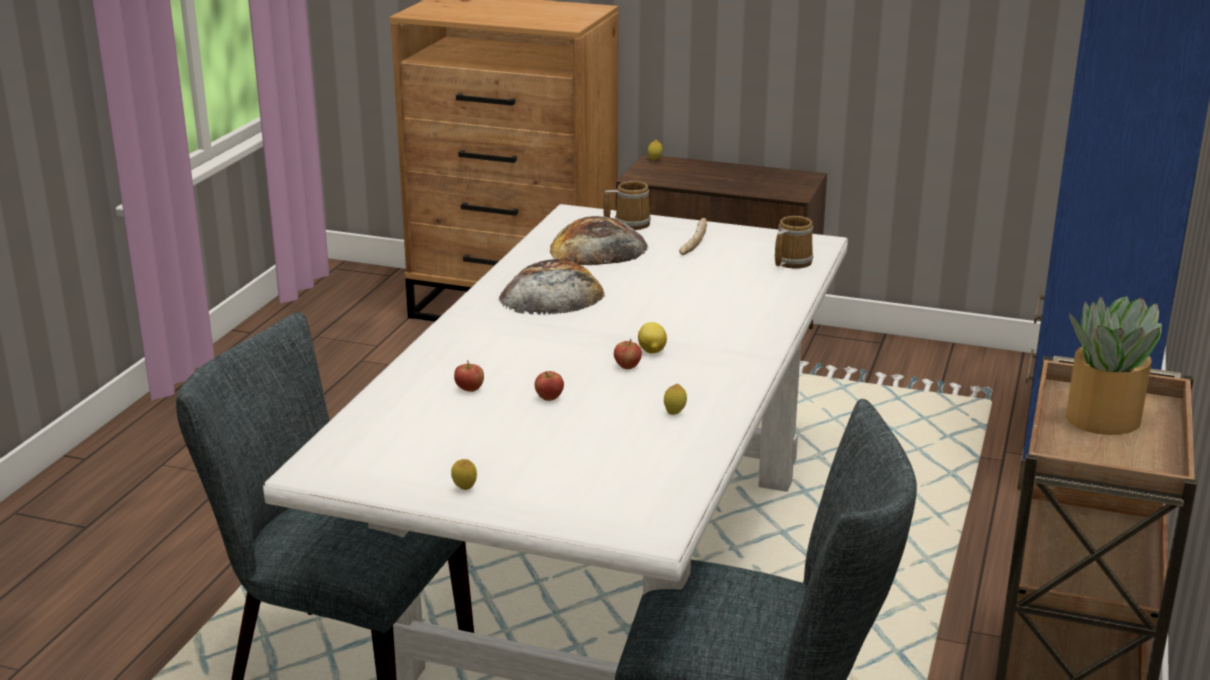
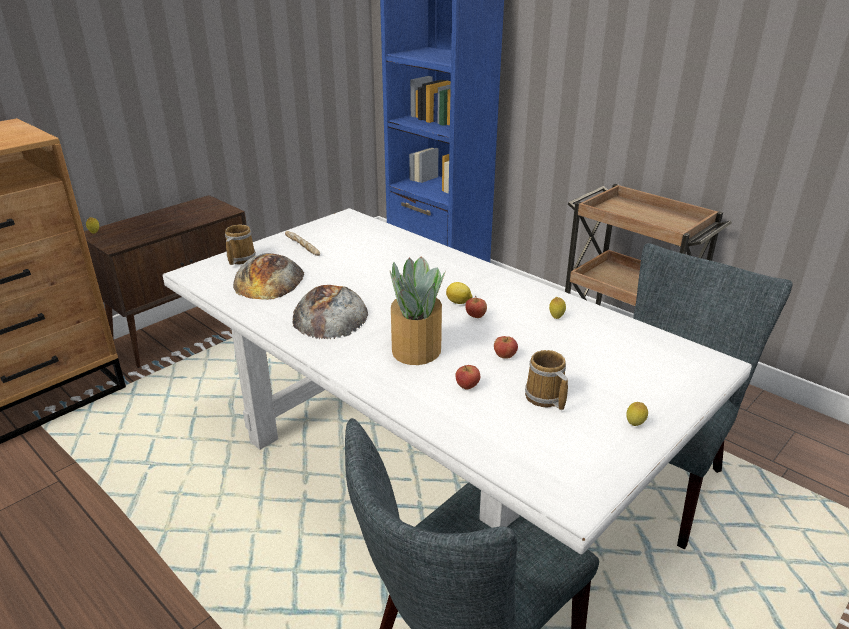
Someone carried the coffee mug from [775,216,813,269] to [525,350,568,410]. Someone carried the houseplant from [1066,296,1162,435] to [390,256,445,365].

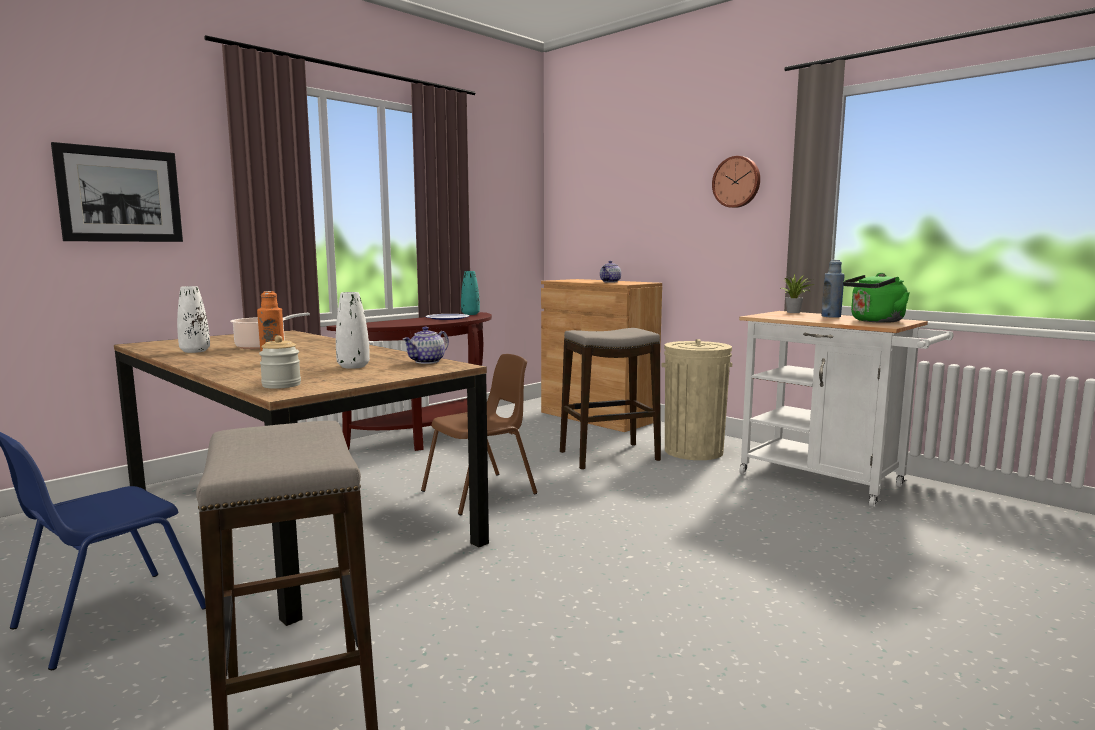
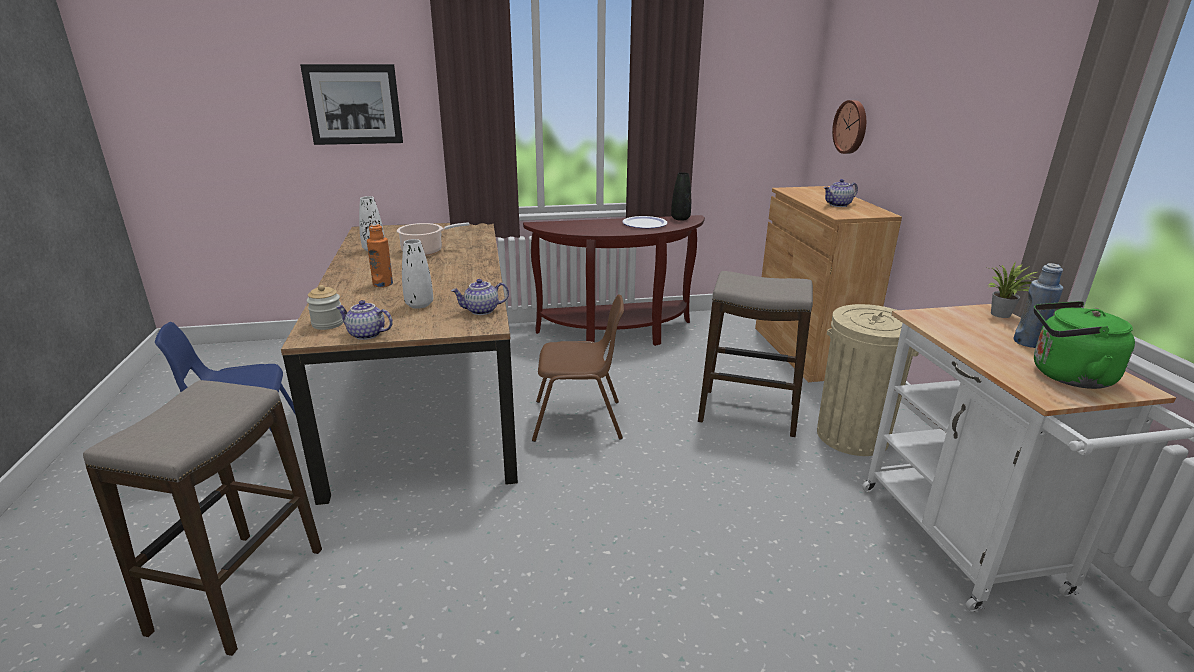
Someone repainted the turquoise flower vase at [461,271,480,315], which became the black-coloured flower vase at [671,172,691,221]. Someone carried the hanging clock from [712,156,760,208] to [832,100,866,154]. Someone put down the pot for tea at [336,300,393,340].

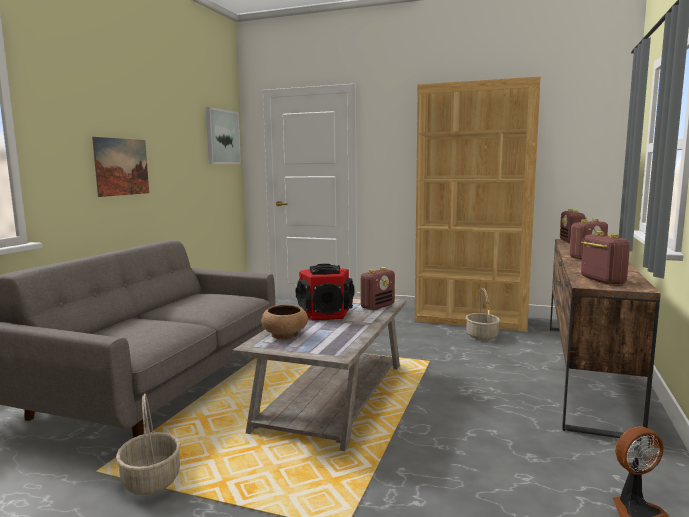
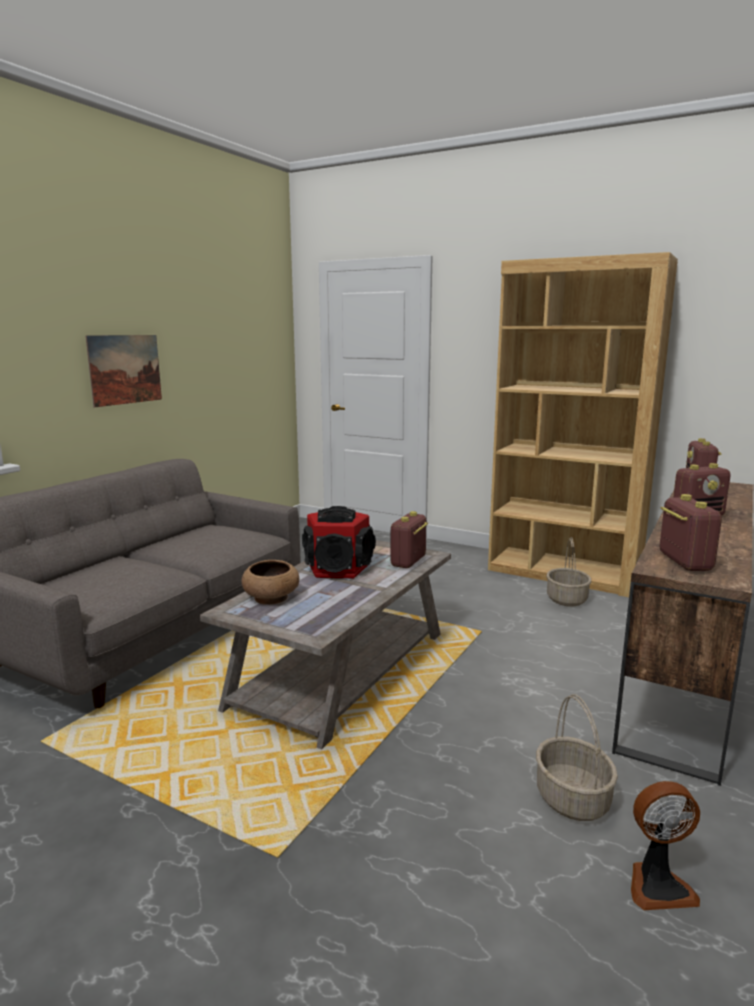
Someone carried the storage basket from [116,394,181,495] to [536,694,618,821]. Someone took away the wall picture at [206,107,241,164]. Someone rotated the radio receiver at [360,267,395,310] by 150 degrees clockwise.

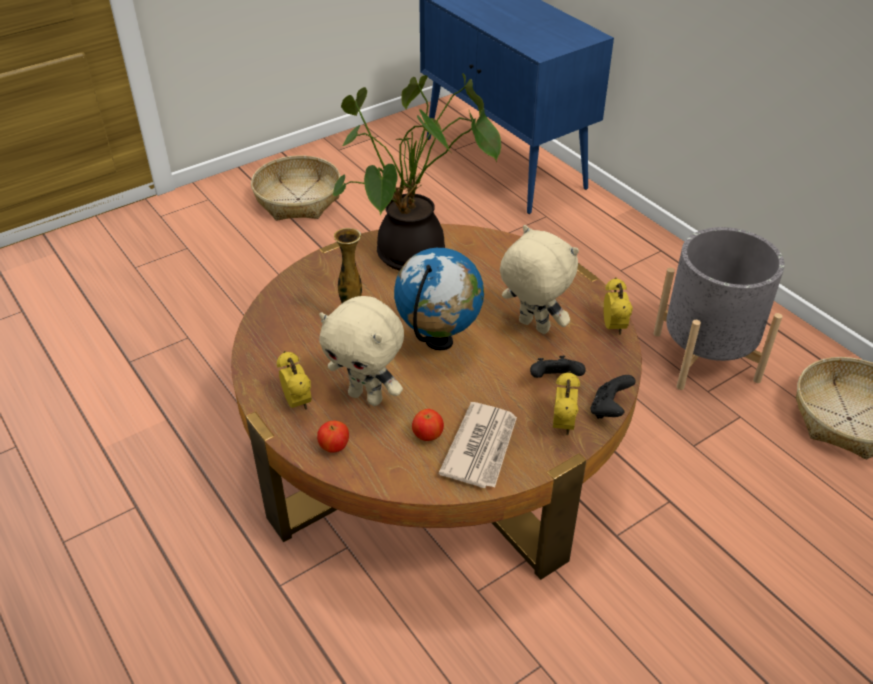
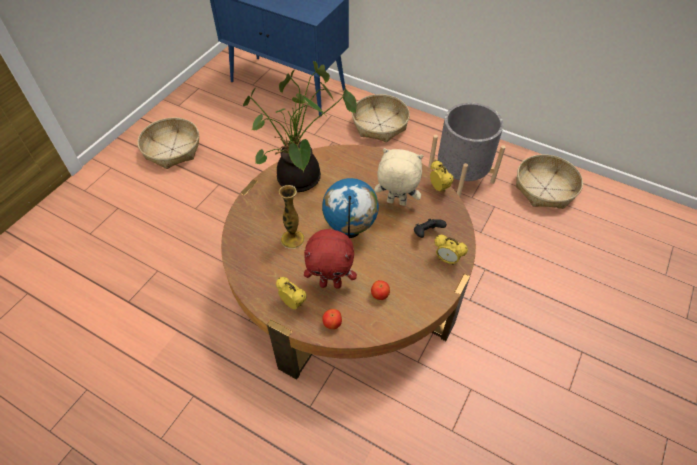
Someone repainted the beige plush toy at [319,296,404,406], which became the red plush toy at [304,229,357,289]. Someone took away the daily paper at [438,402,517,488]. Someone rotated the table clock at [553,371,580,435] by 135 degrees clockwise. Someone took away the black-coloured joypad at [590,375,636,419]. Someone put down the storage basket at [352,94,410,142].

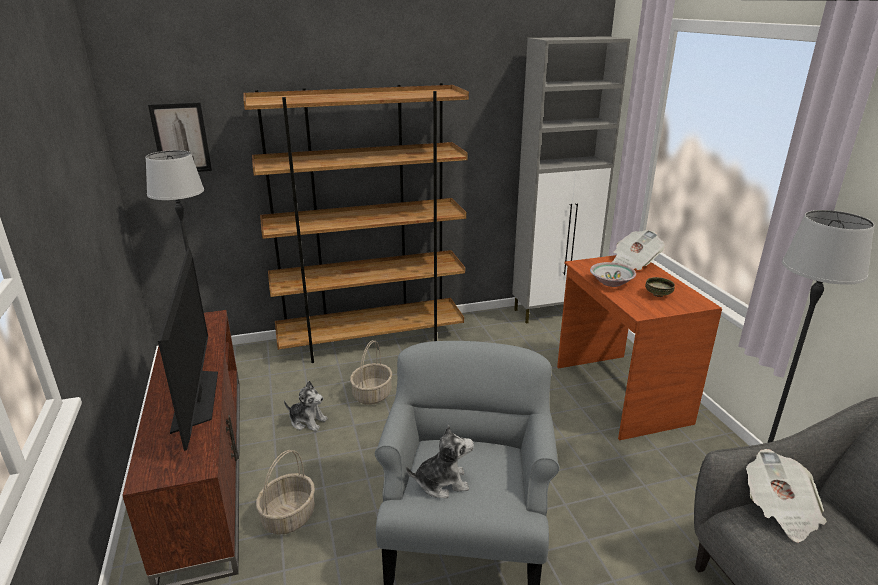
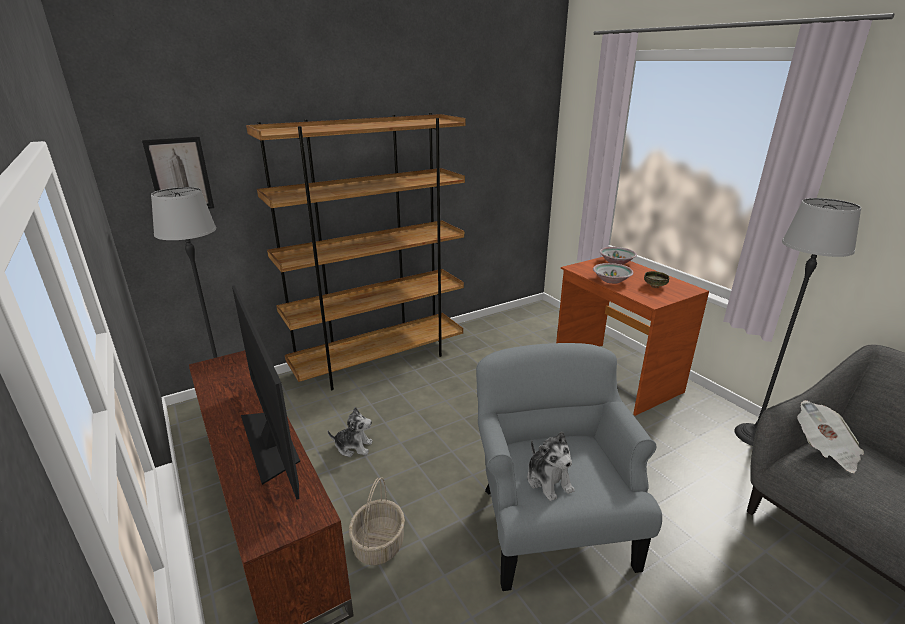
Someone took away the storage basket at [350,340,392,405]. Someone rotated the plush toy at [406,425,474,498] by 90 degrees clockwise. Someone took away the grey cabinet at [512,36,630,324]. Someone swapped the daily paper at [612,230,665,270] for the serving bowl at [600,247,637,265].

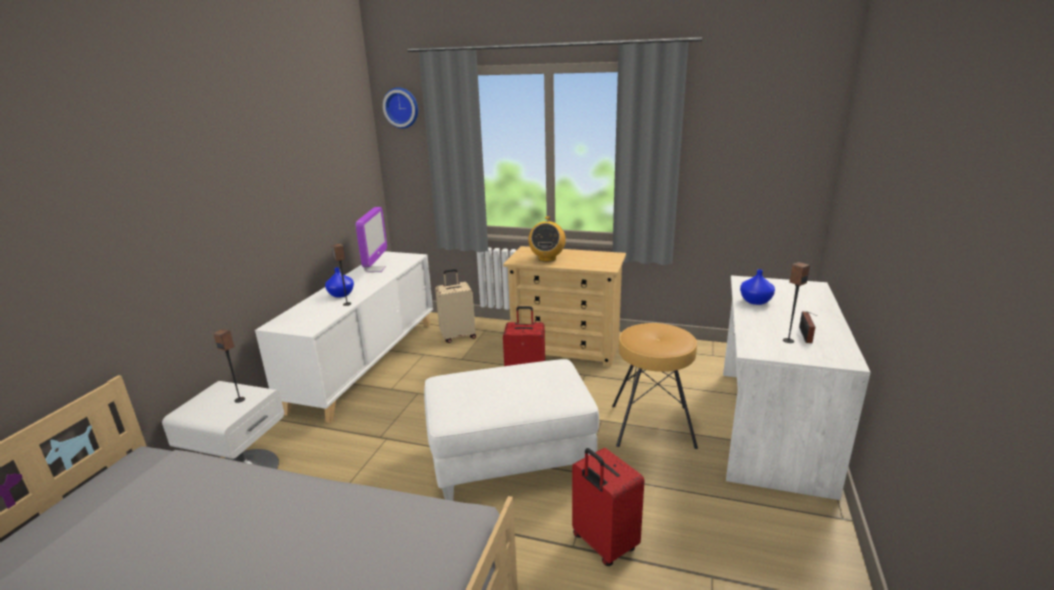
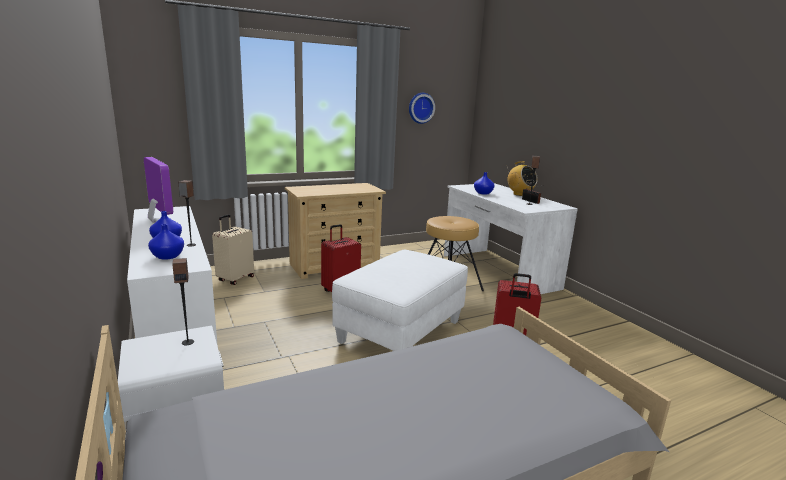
Someone carried the hanging clock from [383,87,418,129] to [409,93,435,124]. Someone carried the radio receiver from [528,216,566,262] to [507,161,538,196]. Someone put down the blue-coloured flower vase at [148,224,184,260].

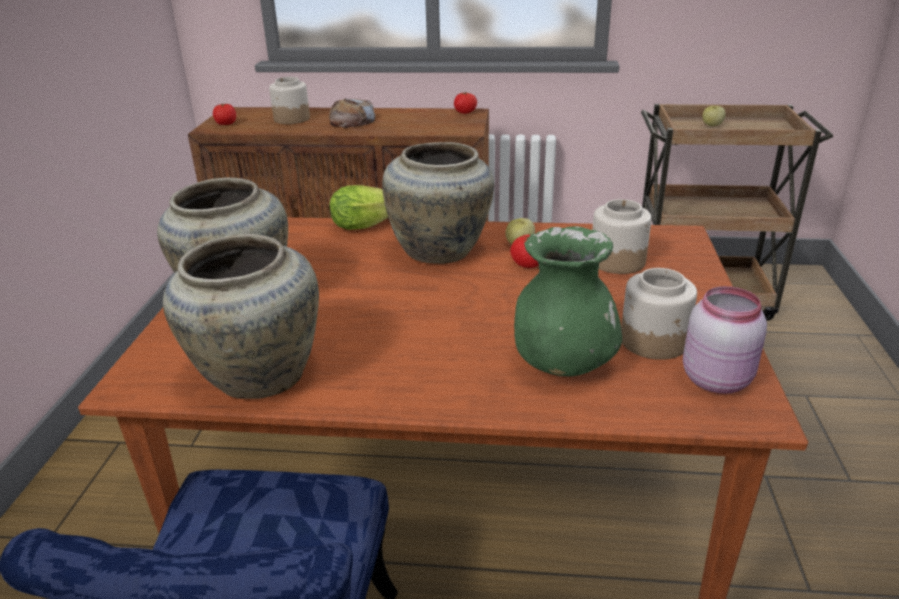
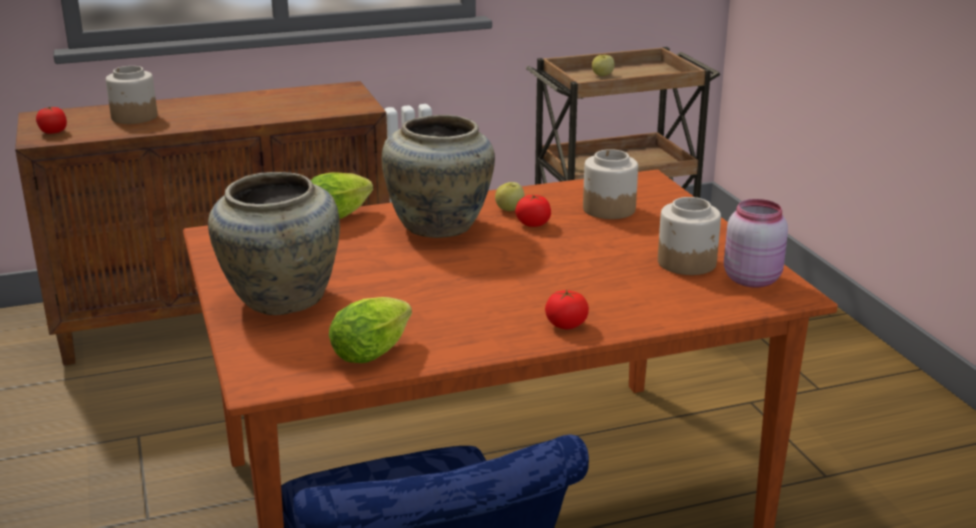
Someone swapped the beige flower vase at [163,234,319,399] for the lettuce at [329,297,412,363]. Someone took away the baked bread at [329,98,375,128]. Someone carried the tomato from [454,92,477,114] to [545,289,589,329]. Someone took away the green flower vase at [514,226,622,376].

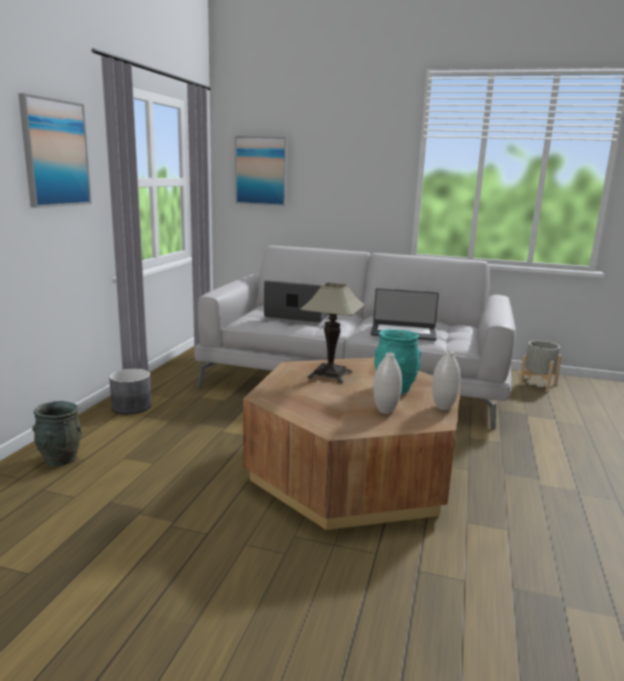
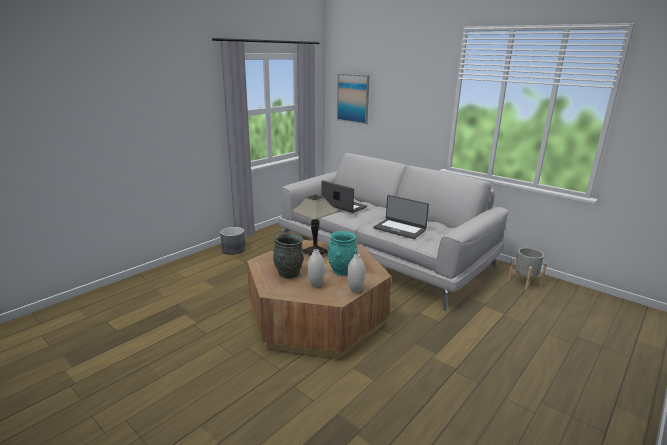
Someone took away the wall picture at [18,93,92,208]. Someone carried the grey flower vase from [32,401,82,466] to [273,233,304,279].

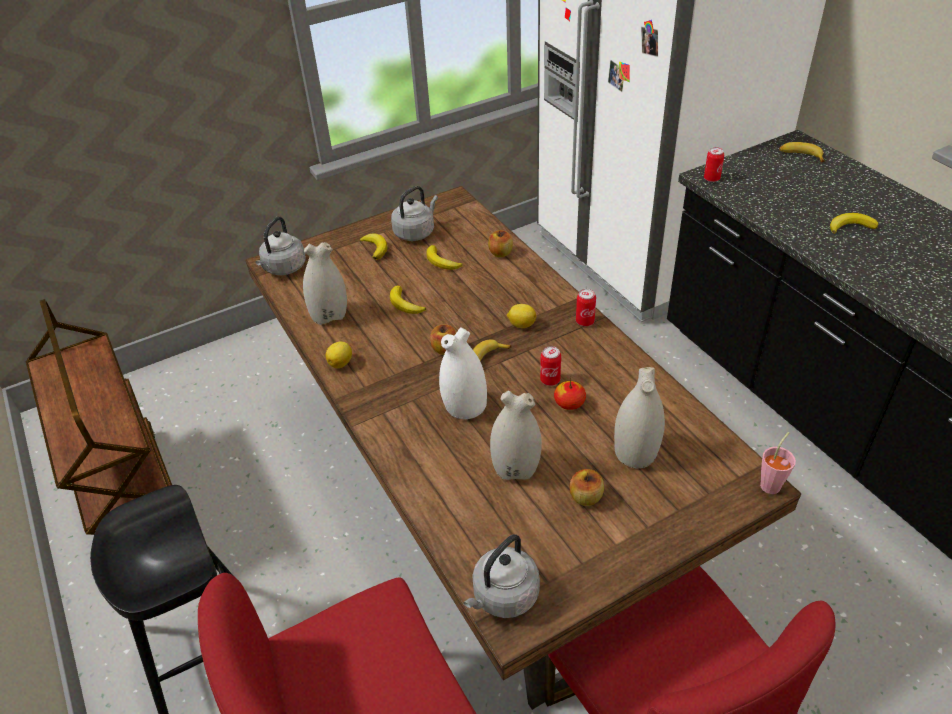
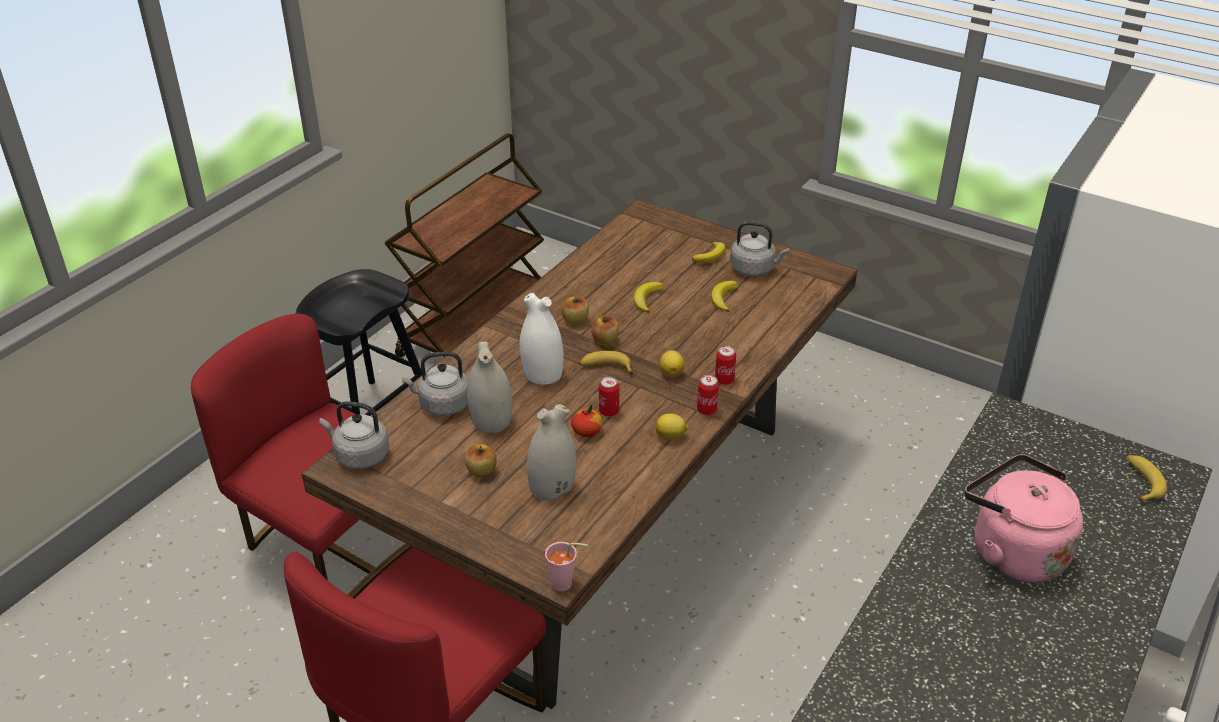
Someone carried the grey tea kettle from [255,216,306,275] to [401,352,469,416]. Someone took away the white flower vase at [303,242,347,325]. Someone carried the whole lemon from [326,342,352,368] to [656,413,688,440]. Someone carried the whole apple from [488,230,513,257] to [562,296,589,325]. Someone carried the can from [704,147,724,182] to [715,346,736,385]. Someone swapped the banana at [830,213,879,234] for the pink-coloured tea kettle at [965,454,1083,583].

